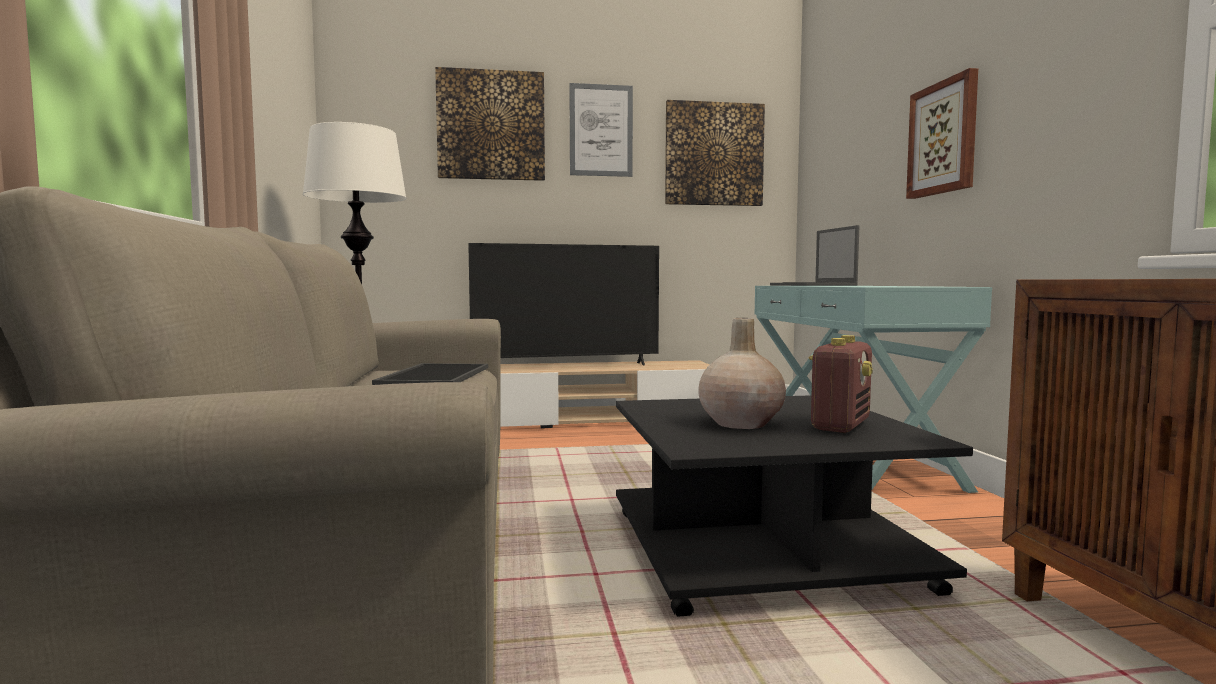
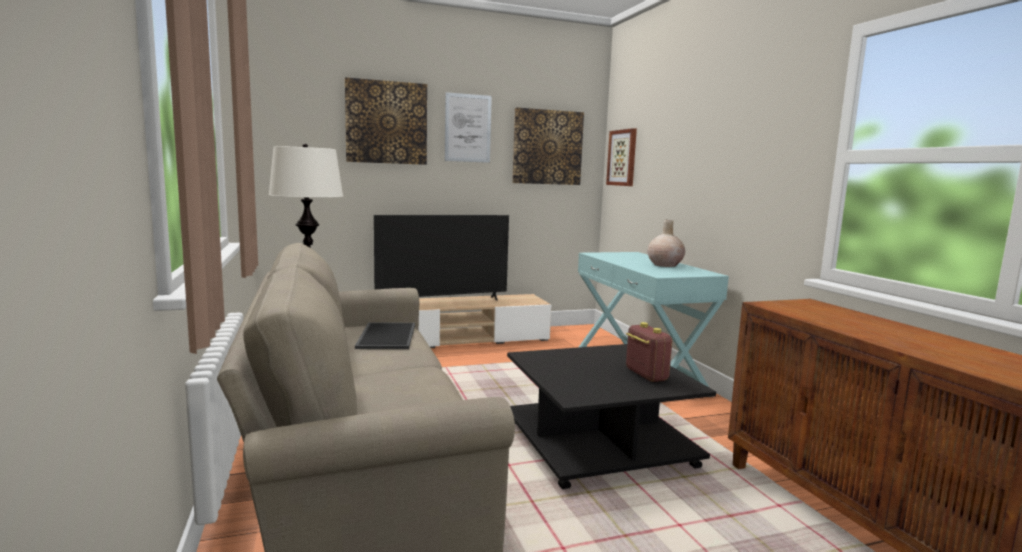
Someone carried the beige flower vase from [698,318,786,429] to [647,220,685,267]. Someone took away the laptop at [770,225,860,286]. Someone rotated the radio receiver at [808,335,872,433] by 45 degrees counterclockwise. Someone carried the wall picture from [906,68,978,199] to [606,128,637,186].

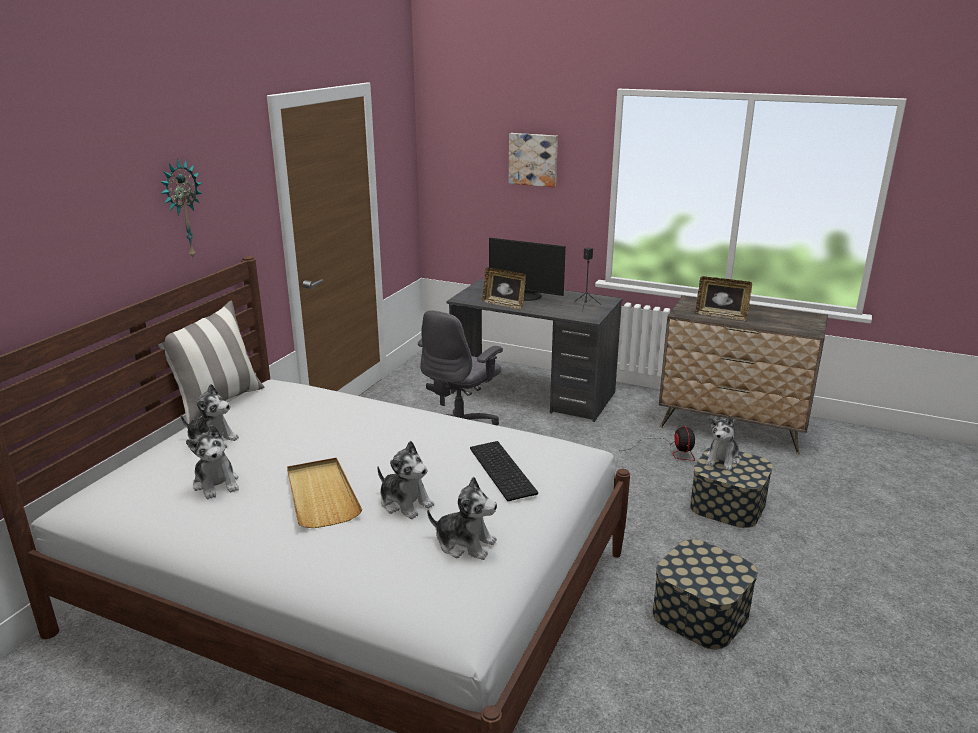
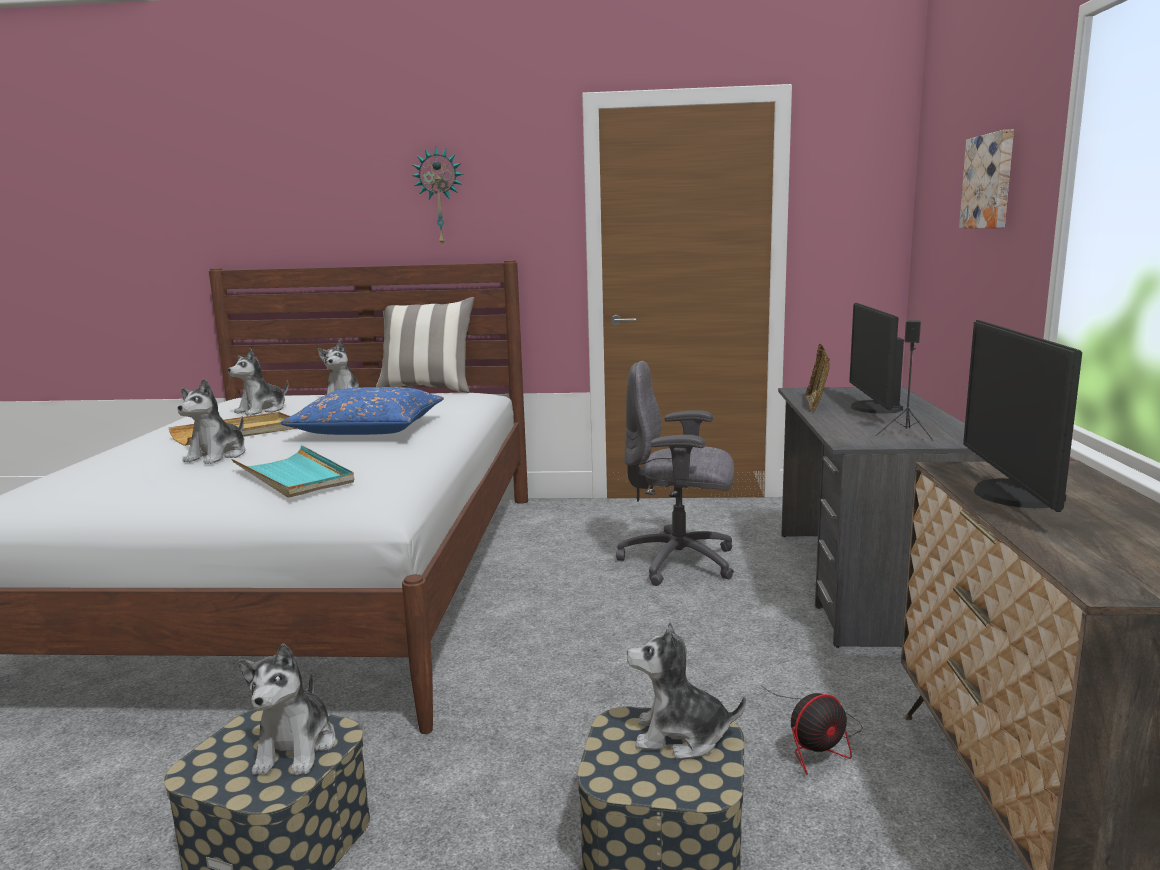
Someone carried the plush toy from [427,476,497,560] to [238,643,335,775]. Someone swapped the keyboard at [470,441,538,501] for the turquoise tray at [232,445,354,498]. Someone swapped the standing frame at [696,276,752,321] for the monitor at [963,320,1082,512]. Someone put down the blue-coloured throw pillow at [280,387,444,435].

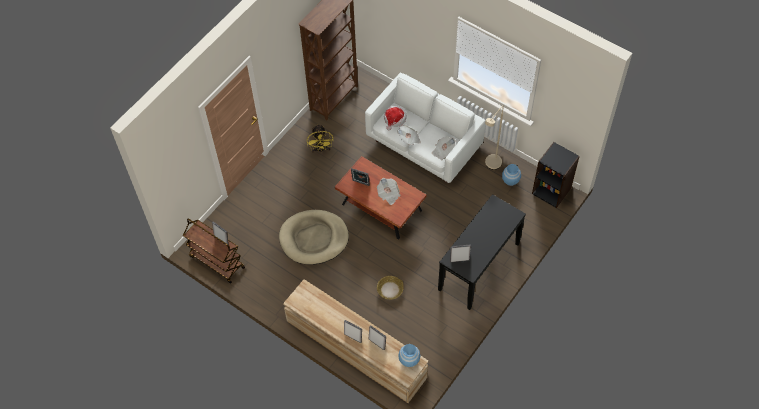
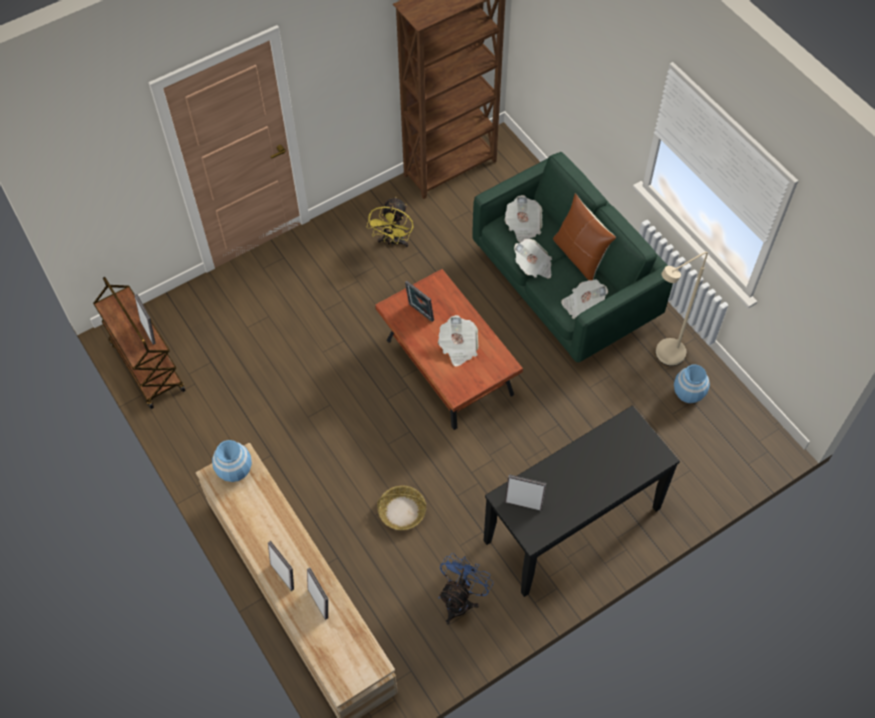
Someone took away the beige pet bed at [279,210,349,265]. Someone repainted the white sofa at [365,73,486,183], which became the green sofa at [472,152,673,362]. Someone swapped the hat at [384,106,407,130] for the daily paper at [504,195,543,243]. Someone carried the blue-coloured flower vase from [398,344,420,367] to [212,440,252,482]. Someone took away the black-coloured bookcase at [532,142,580,208]. Someone put down the blue-coloured electric fan at [438,553,493,624]. Someone put down the brownish throw pillow at [553,193,616,280].

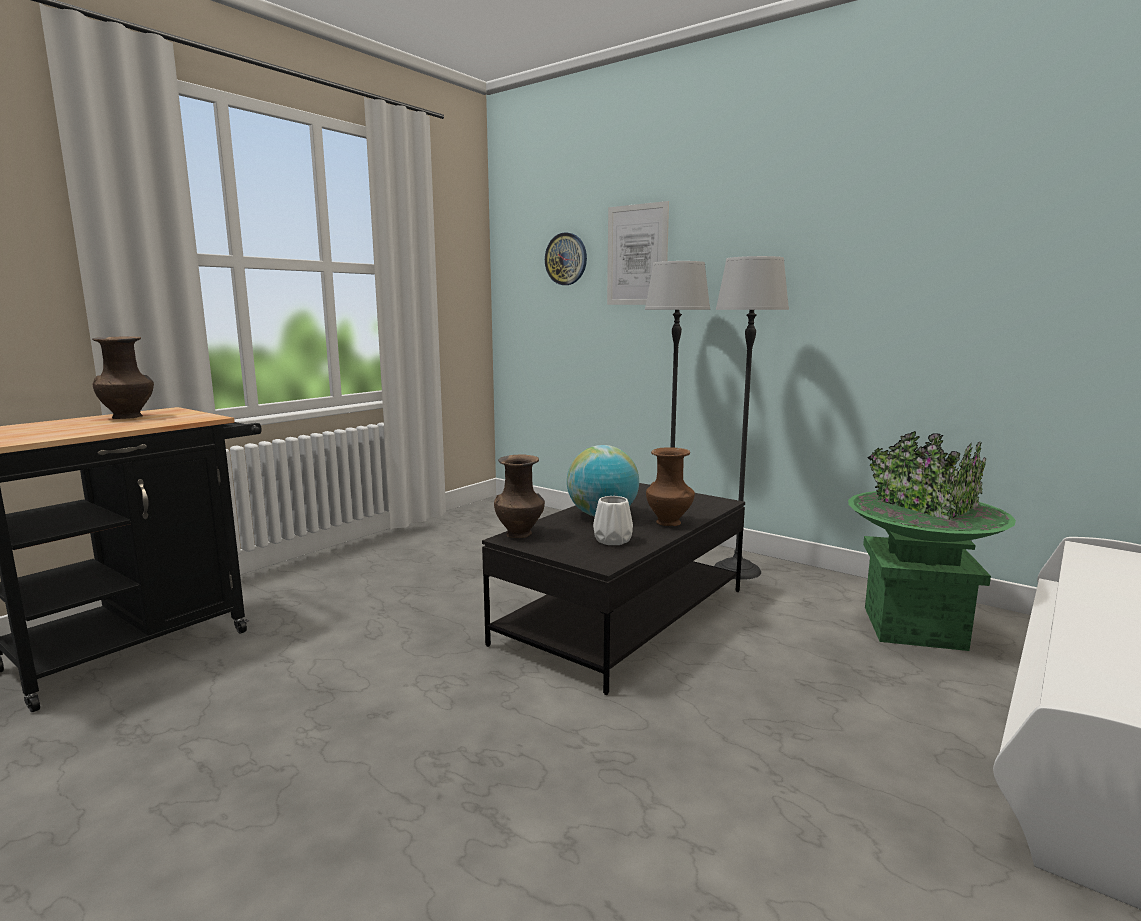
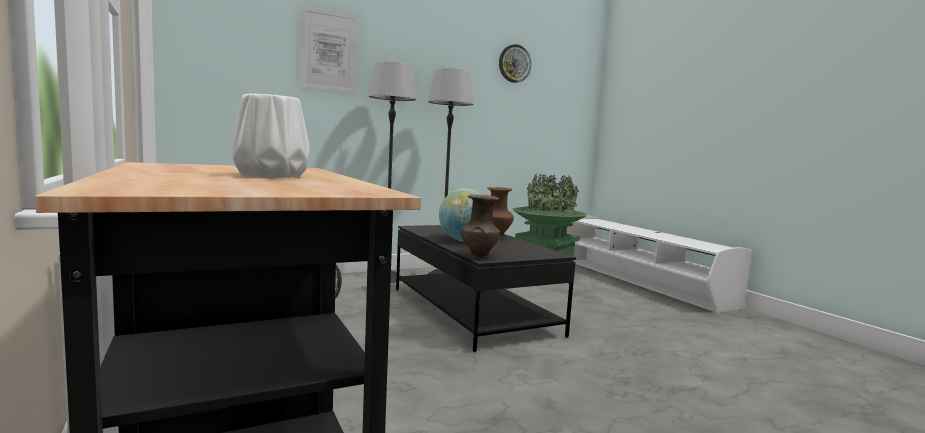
Someone took away the brownish flower vase at [92,336,154,419]. Someone carried the hanging clock from [545,232,587,285] to [499,44,531,83]. Someone carried the white flower vase from [593,496,633,545] to [232,93,310,178].

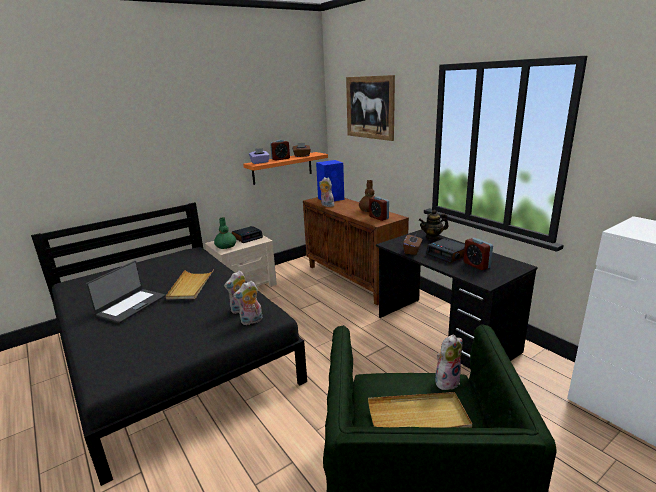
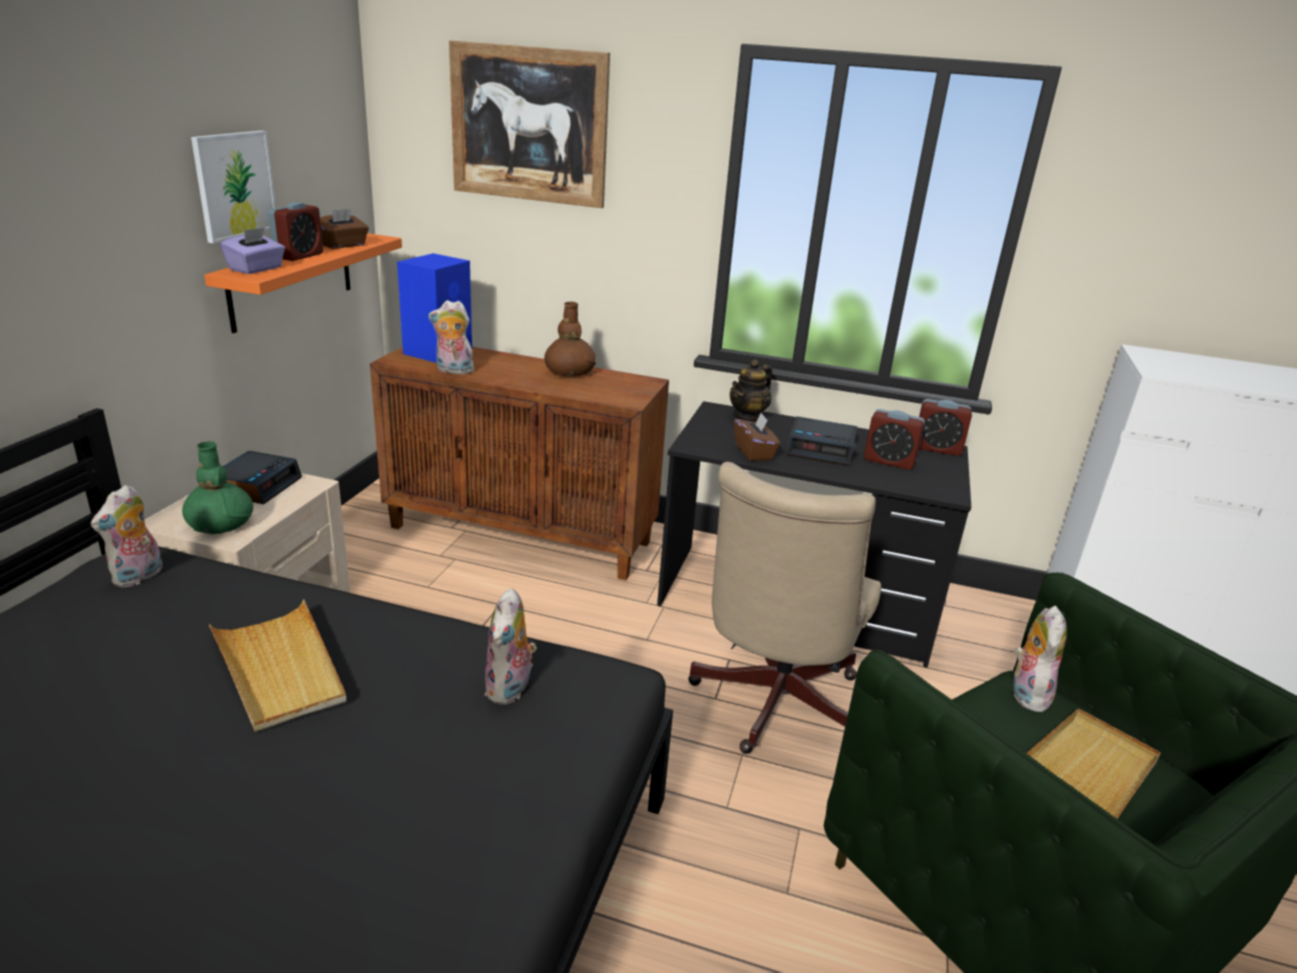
Someone took away the laptop at [86,261,165,323]. Someone carried the plush toy from [233,280,262,325] to [91,485,163,588]. Someone carried the table clock from [369,197,389,221] to [919,399,972,456]. Someone put up the wall picture at [191,131,276,243]. Someone put down the beige computer chair at [688,462,881,754].

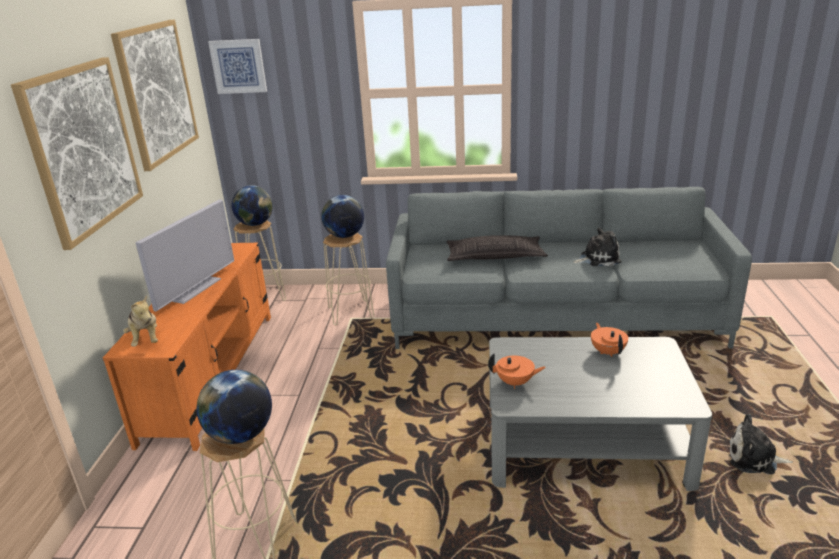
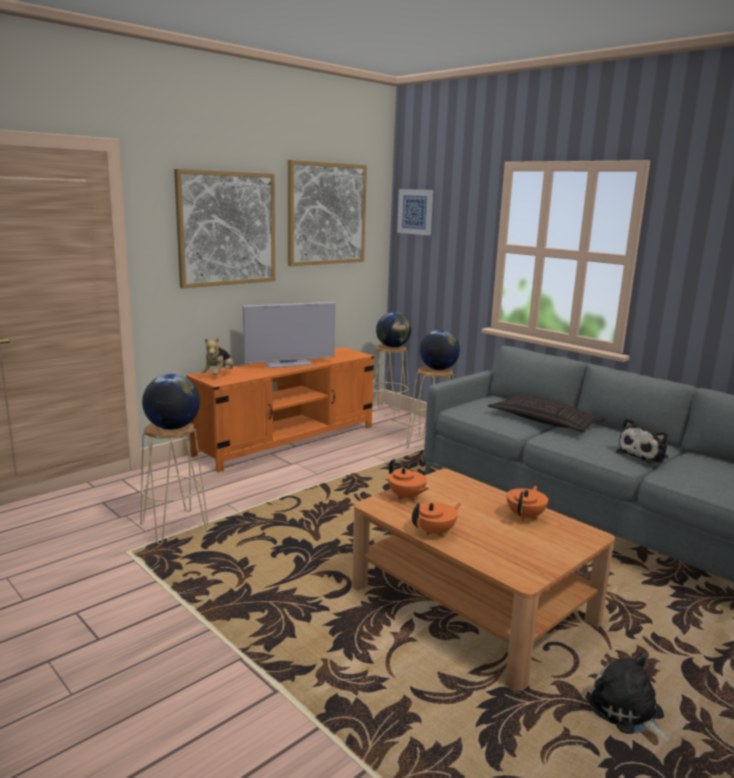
Someone repainted the grey low table at [489,337,712,491], which became the brownish low table at [352,469,615,691]. Someone rotated the plush toy at [573,227,621,266] by 105 degrees clockwise. Someone put down the orange pot for tea at [412,502,461,537].

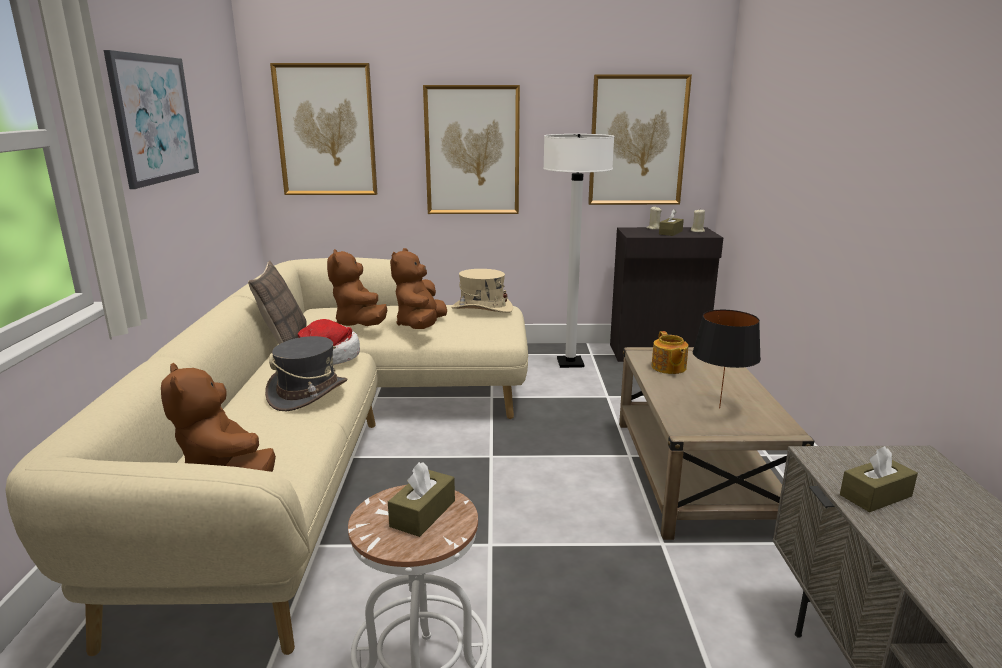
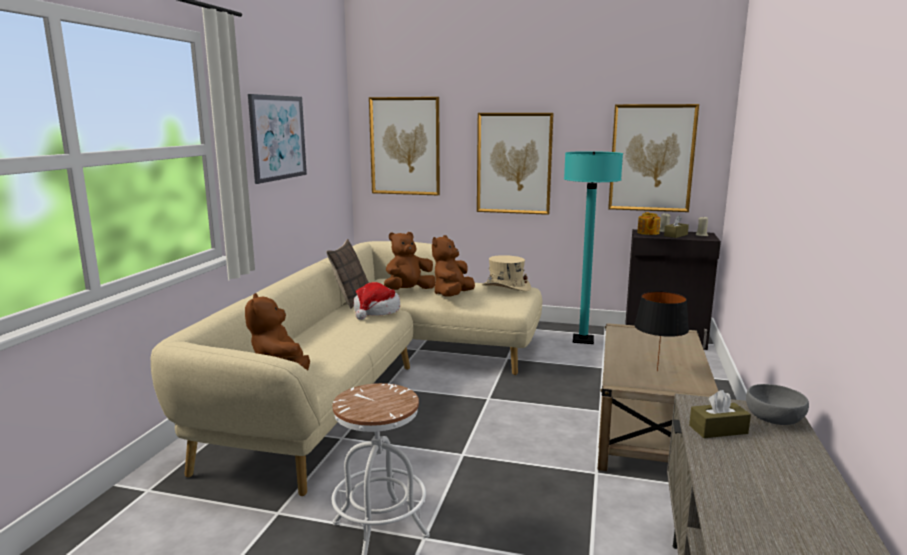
Someone took away the grey hat at [265,336,347,411]. Someone rotated the brownish plush toy at [327,249,387,326] by 60 degrees clockwise. Someone took away the brownish tissue box at [388,462,455,537]. Someone repainted the white standard lamp at [543,134,614,368], which became the turquoise standard lamp at [564,151,623,344]. Someone carried the pot for tea from [652,331,688,374] to [637,212,661,235]. Someone put down the grey serving bowl at [746,384,809,425].

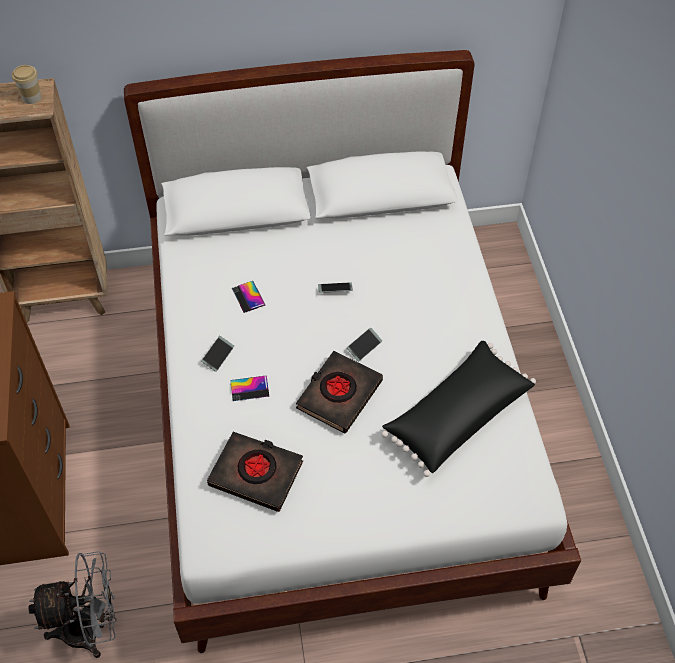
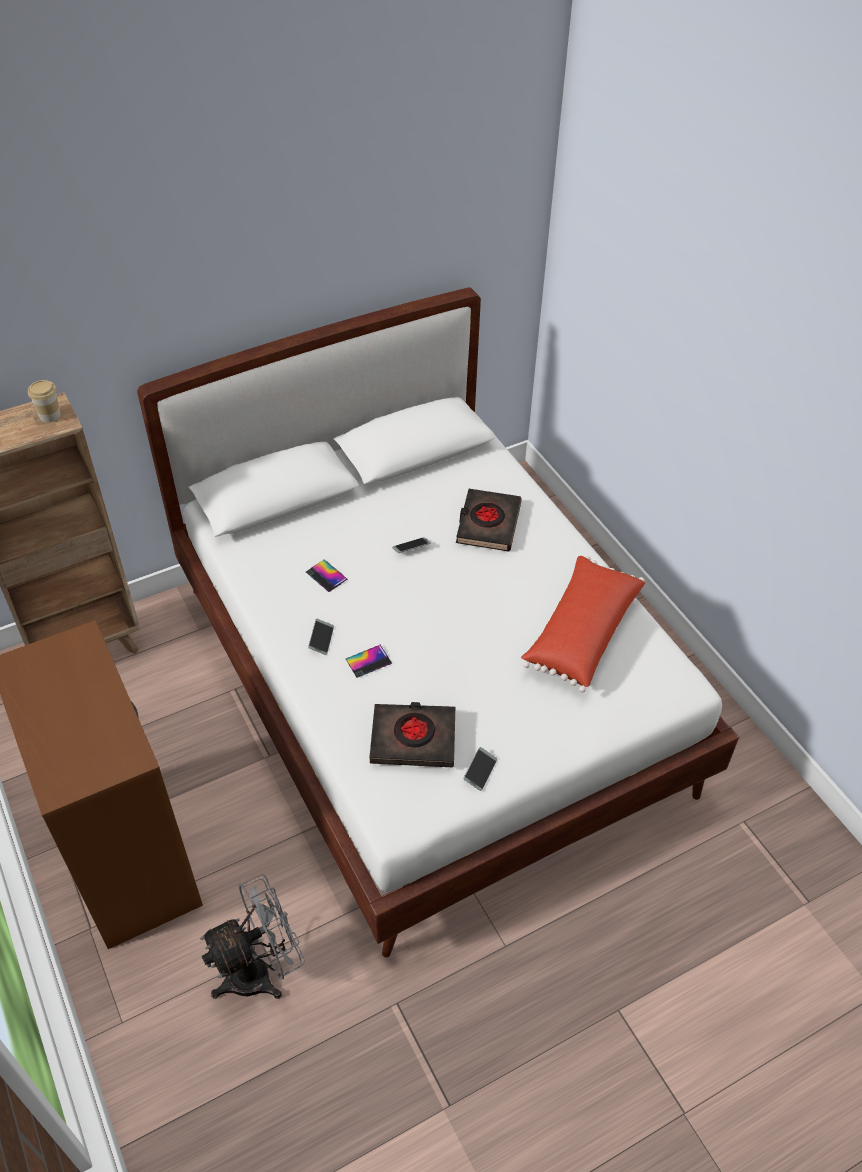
Someone carried the black-coloured volume from [296,351,383,434] to [456,489,522,552]. Someone carried the telephone from [347,328,382,361] to [463,747,497,791]. Someone repainted the black-coloured throw pillow at [382,341,536,477], which became the red throw pillow at [521,556,645,693].

